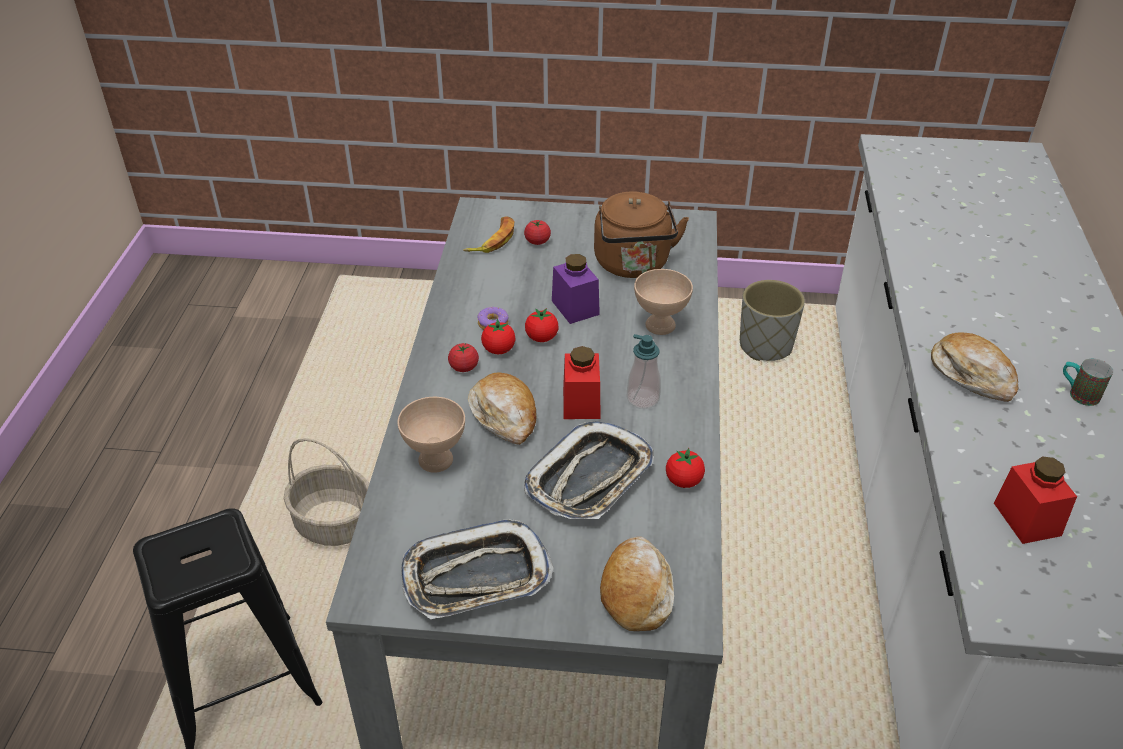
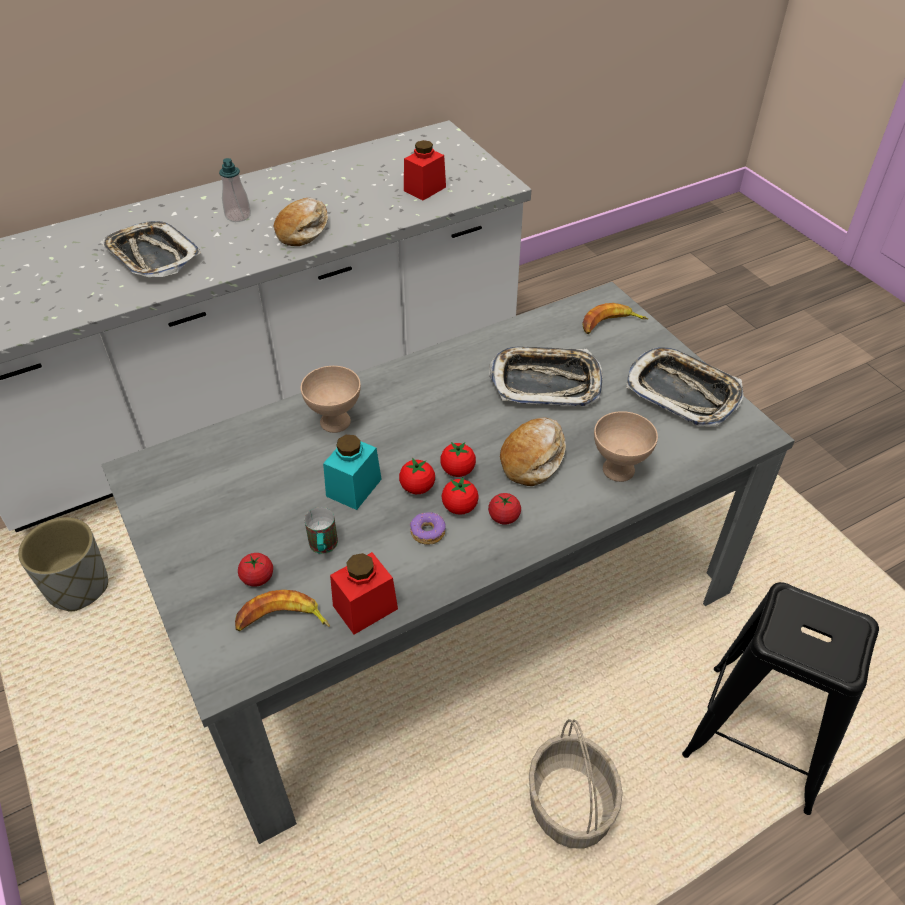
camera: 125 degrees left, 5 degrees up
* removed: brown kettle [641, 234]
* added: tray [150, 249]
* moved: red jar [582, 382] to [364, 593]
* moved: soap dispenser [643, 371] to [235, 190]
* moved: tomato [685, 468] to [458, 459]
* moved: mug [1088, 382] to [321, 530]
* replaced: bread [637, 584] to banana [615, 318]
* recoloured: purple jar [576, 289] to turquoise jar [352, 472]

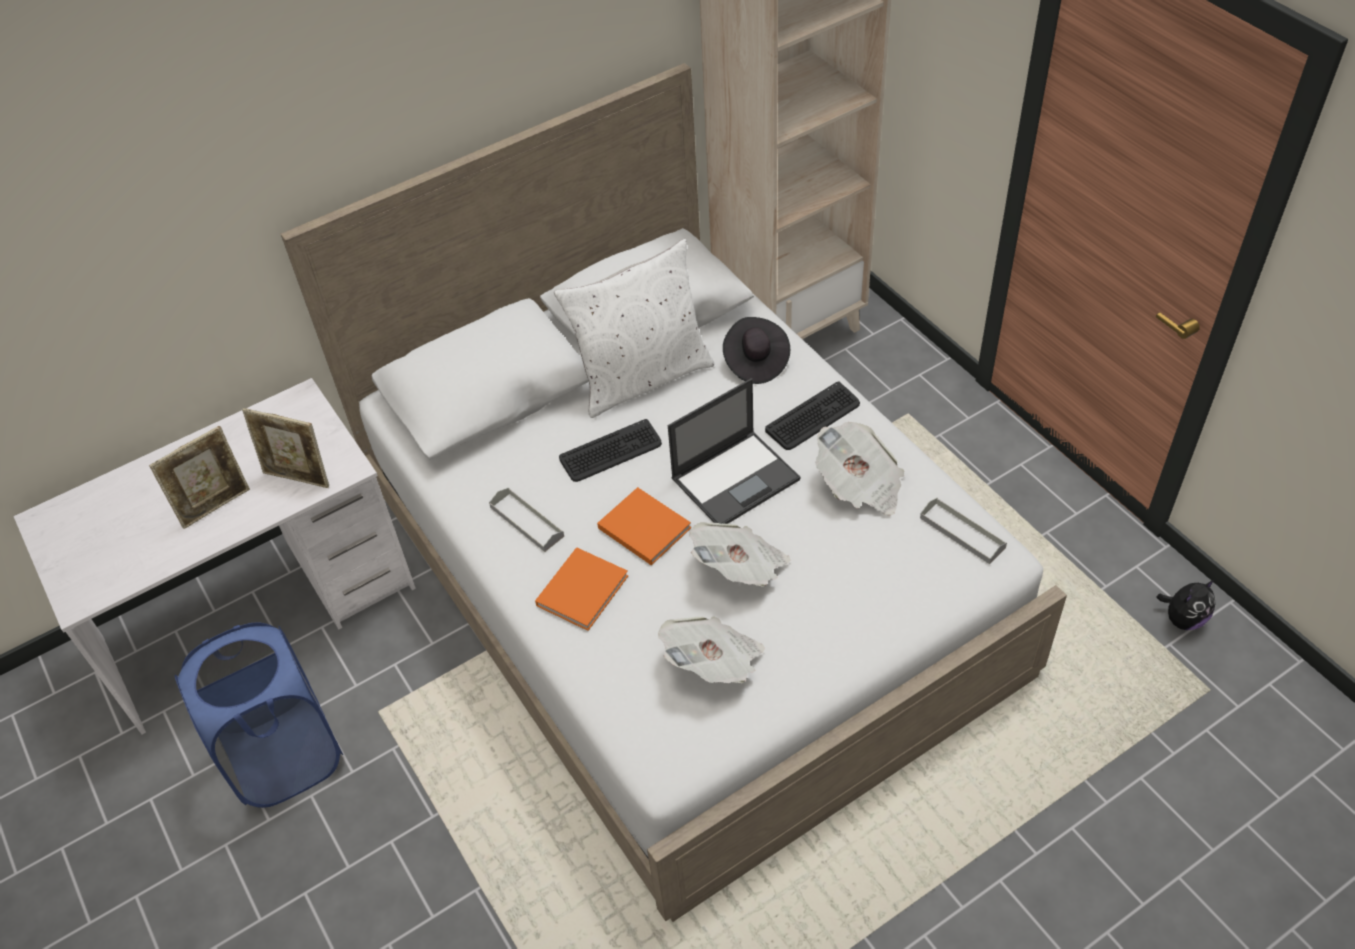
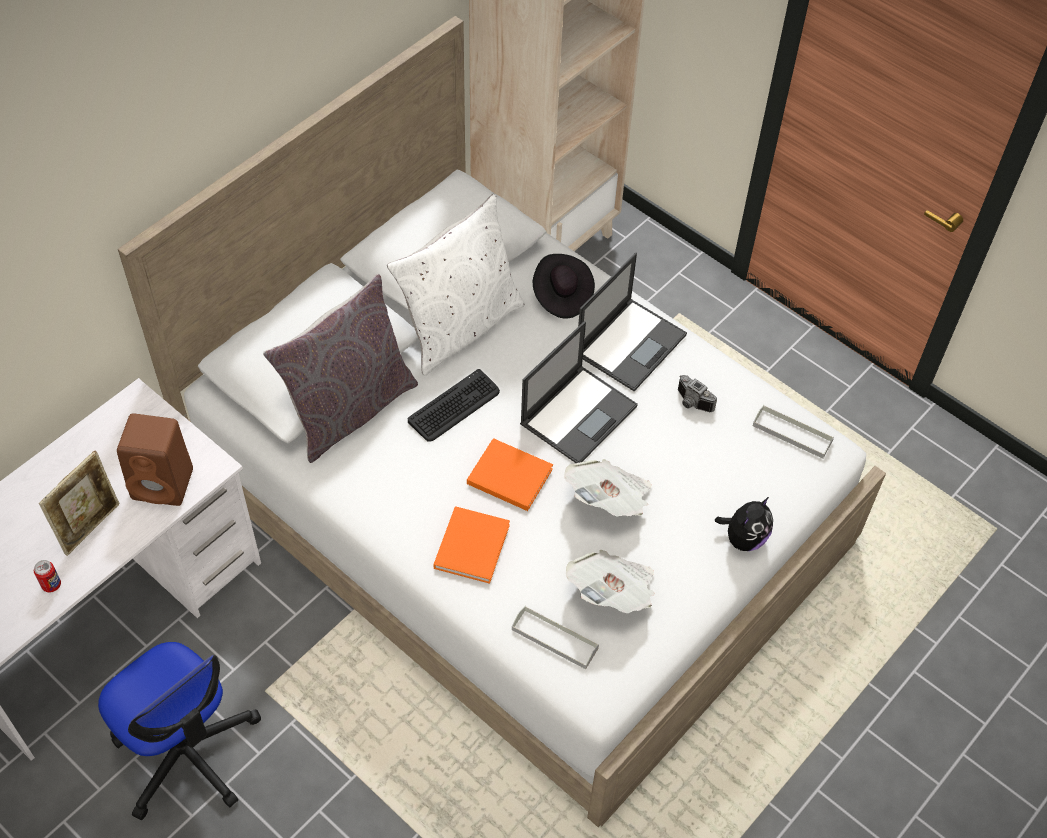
camera: 20 degrees left, 5 degrees up
* added: can [47, 576]
* added: grey pillow [340, 368]
* moved: grey tray [526, 520] to [555, 637]
* moved: plush toy [1186, 604] to [744, 524]
* replaced: blue laundry basket [259, 715] to office chair [179, 731]
* replaced: picture frame [285, 448] to brown speaker [155, 459]
* replaced: keyboard [812, 416] to laptop [632, 322]
* replaced: newspaper [860, 469] to photo camera [697, 393]

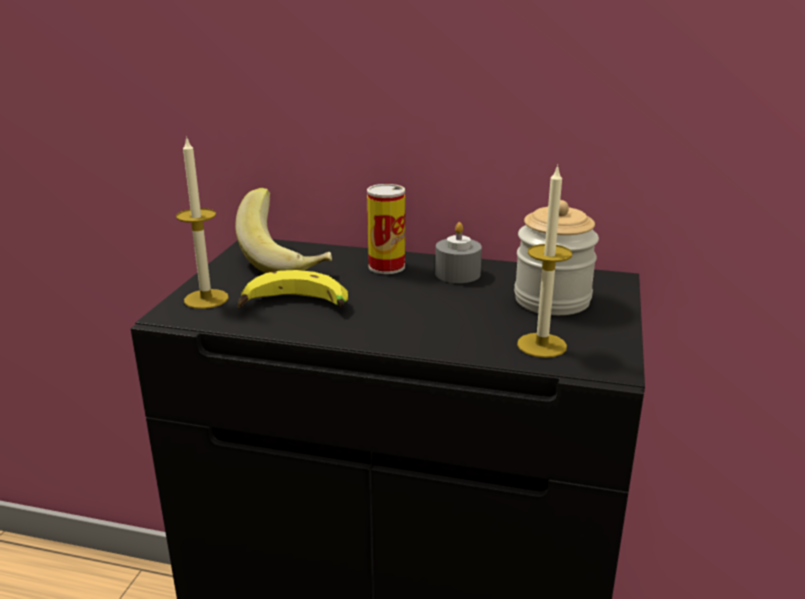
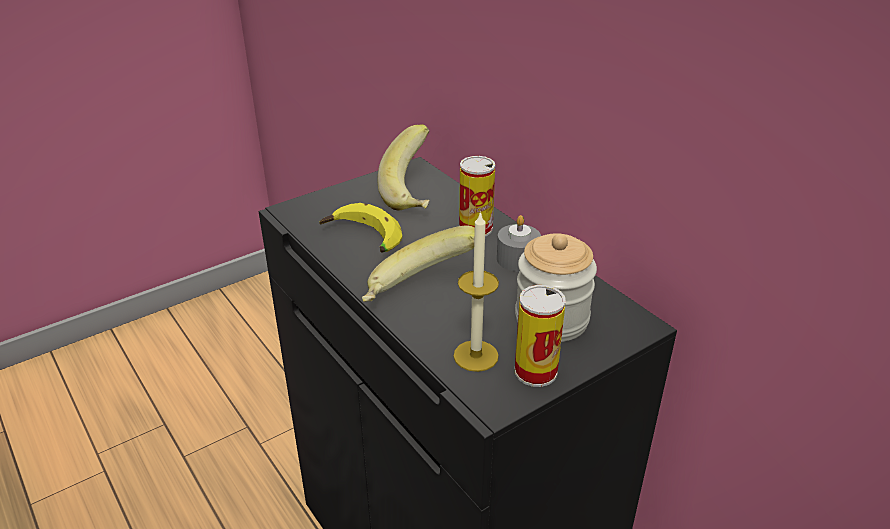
camera: 40 degrees right, 10 degrees up
* removed: candle [202, 222]
* added: banana [418, 264]
* added: can [540, 336]

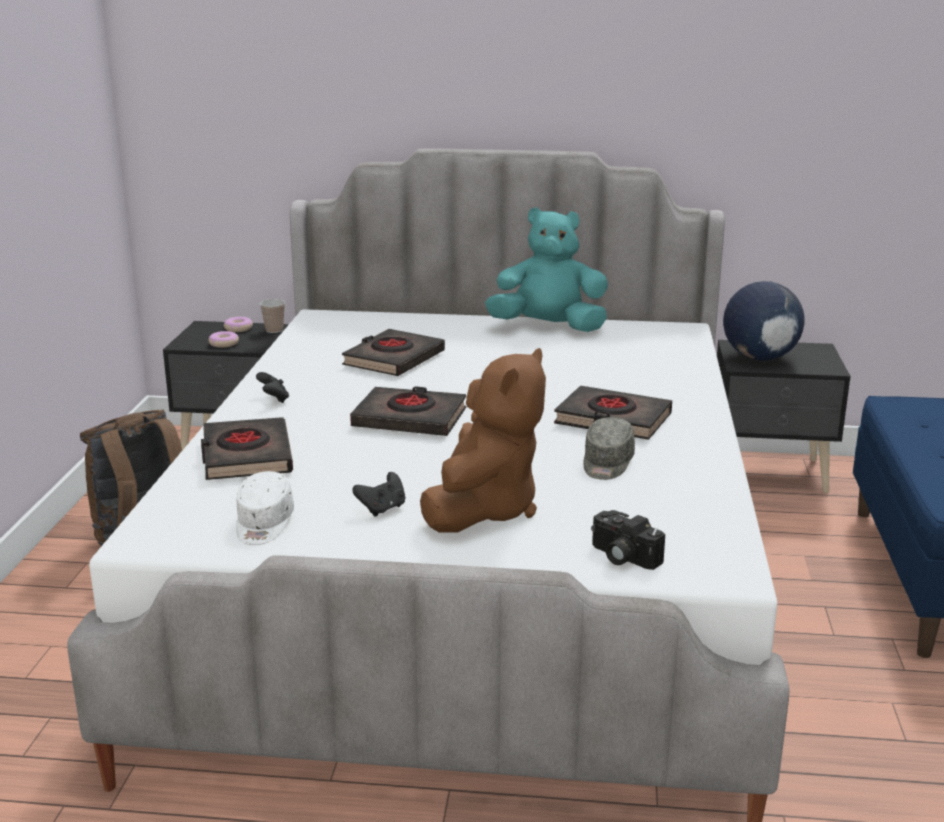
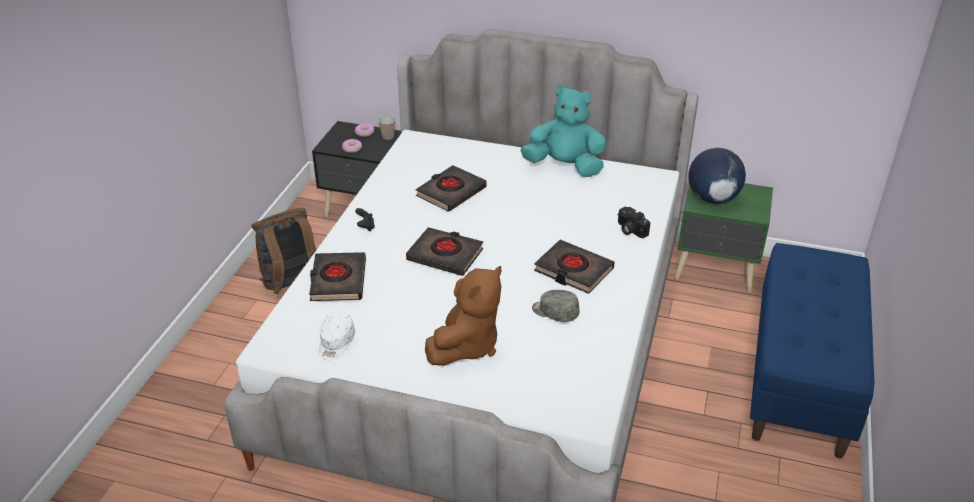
camera: 10 degrees right, 15 degrees up
* removed: black game controller [379, 494]
* moved: photo camera [628, 540] to [634, 222]
* recoloured: black nightstand [784, 416] to green nightstand [724, 238]
* turned: grey cap [609, 448] = [555, 306] 90 degrees clockwise

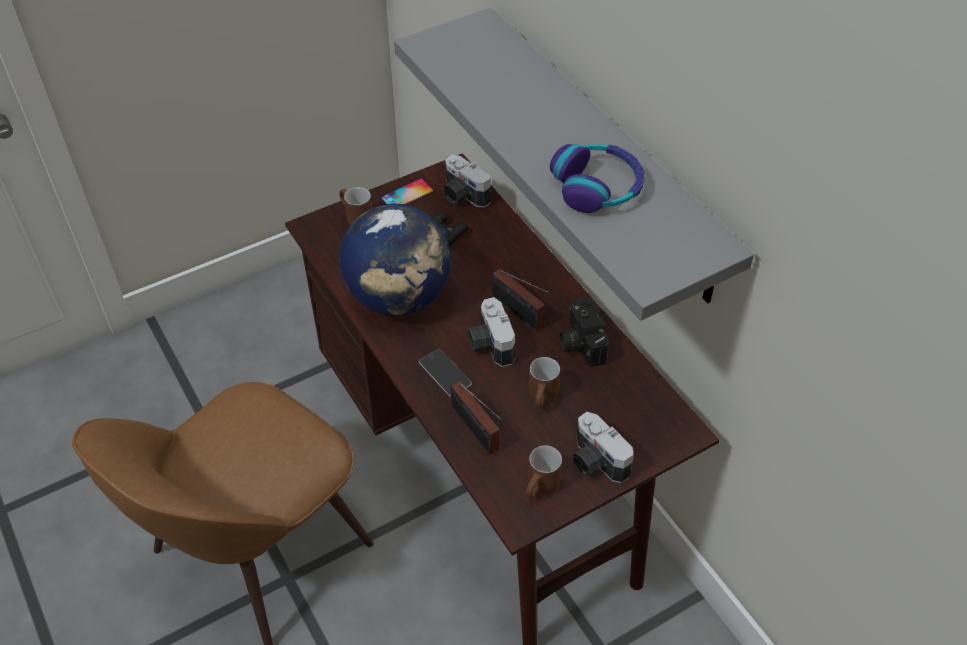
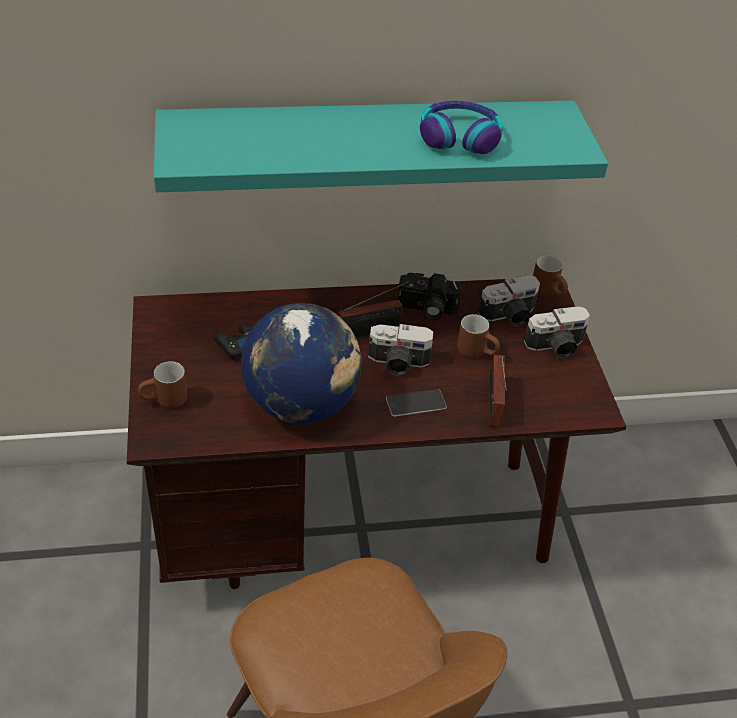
camera: 70 degrees left, 5 degrees down
* removed: phone [406, 192]
* moved: photo camera [467, 181] to [509, 301]
* moved: brown mug [544, 472] to [550, 275]
* recoloured: grey shelf [574, 164] to turquoise shelf [381, 146]
* turned: radio [476, 418] = [498, 391] 105 degrees clockwise

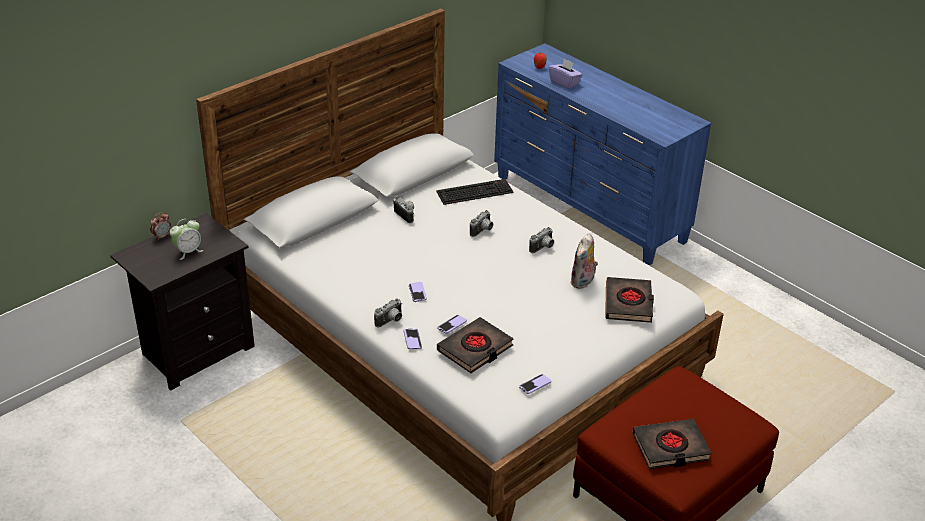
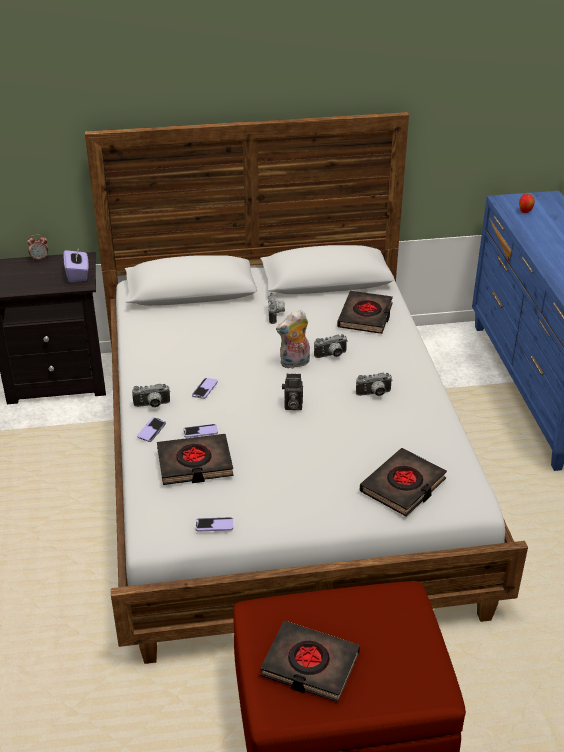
camera: 35 degrees right, 0 degrees up
* removed: alarm clock [186, 239]
* added: photo camera [292, 392]
* moved: purple tissue box [566, 74] to [76, 266]
* moved: plush toy [584, 261] to [293, 339]
* replaced: keyboard [474, 192] to black book [365, 312]

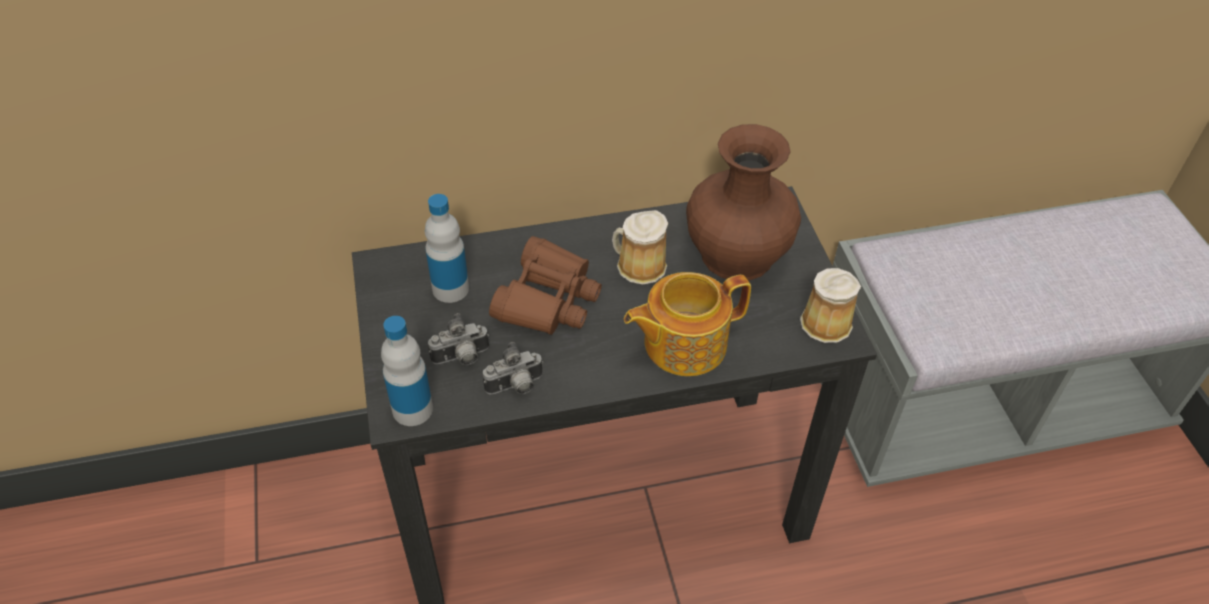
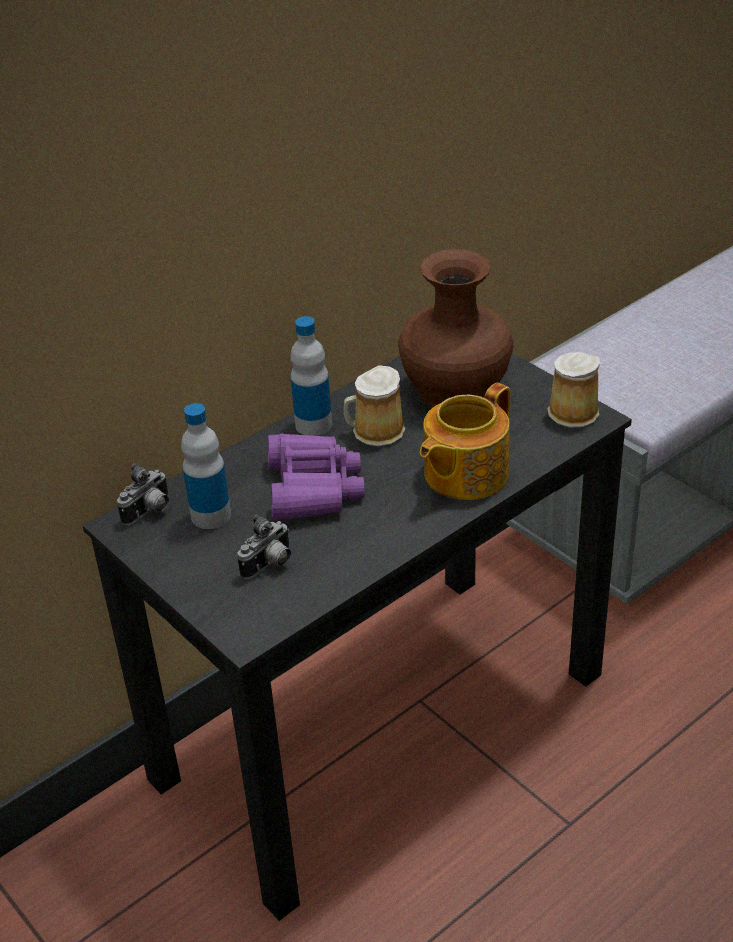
camera: 25 degrees left, 10 degrees down
* moved: bottle [407, 371] to [311, 376]
* moved: photo camera [513, 368] to [143, 494]
* recoloured: brown binoculars [545, 285] to purple binoculars [316, 476]

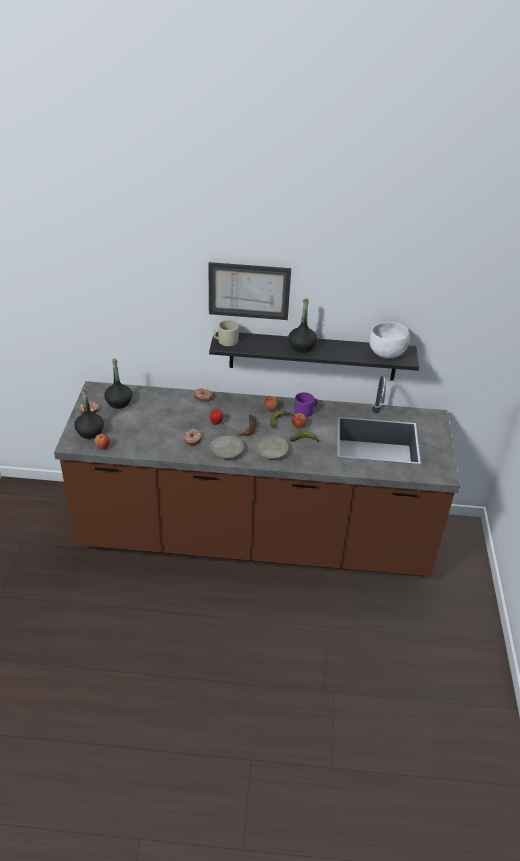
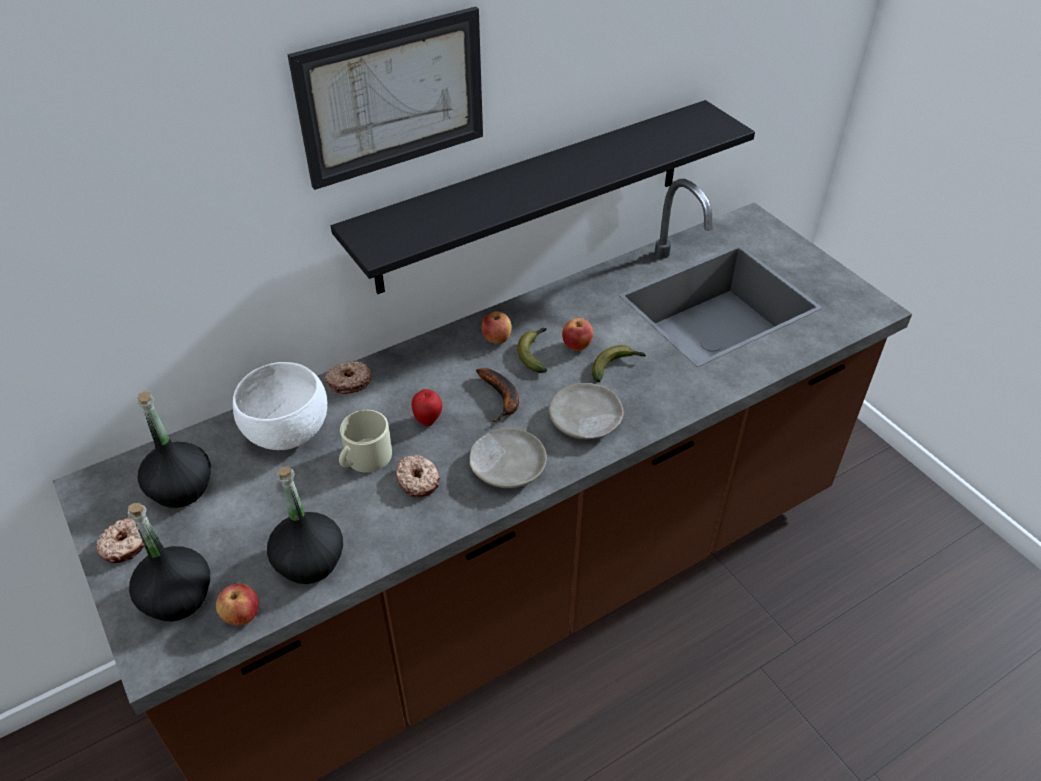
camera: 35 degrees left, 5 degrees up
* removed: purple mug [306, 404]
* moved: beige mug [226, 333] to [365, 441]
* moved: black bottle [302, 325] to [305, 525]
* moved: white bowl [389, 340] to [280, 406]

